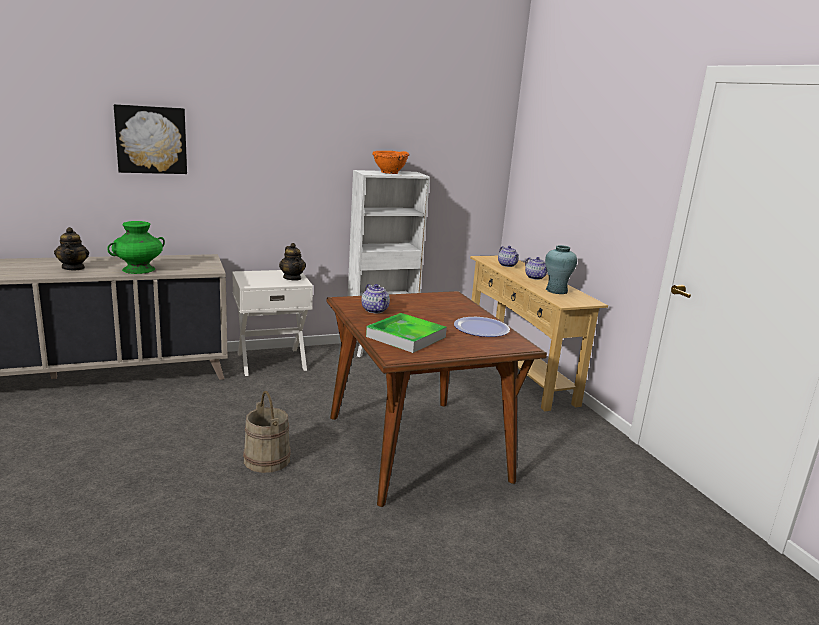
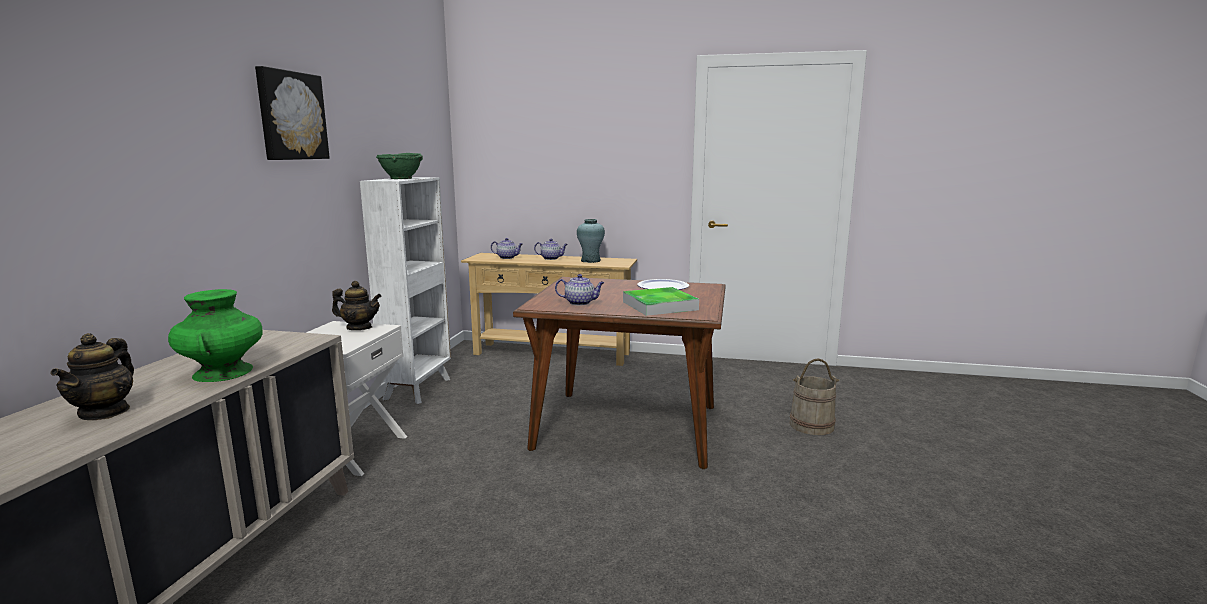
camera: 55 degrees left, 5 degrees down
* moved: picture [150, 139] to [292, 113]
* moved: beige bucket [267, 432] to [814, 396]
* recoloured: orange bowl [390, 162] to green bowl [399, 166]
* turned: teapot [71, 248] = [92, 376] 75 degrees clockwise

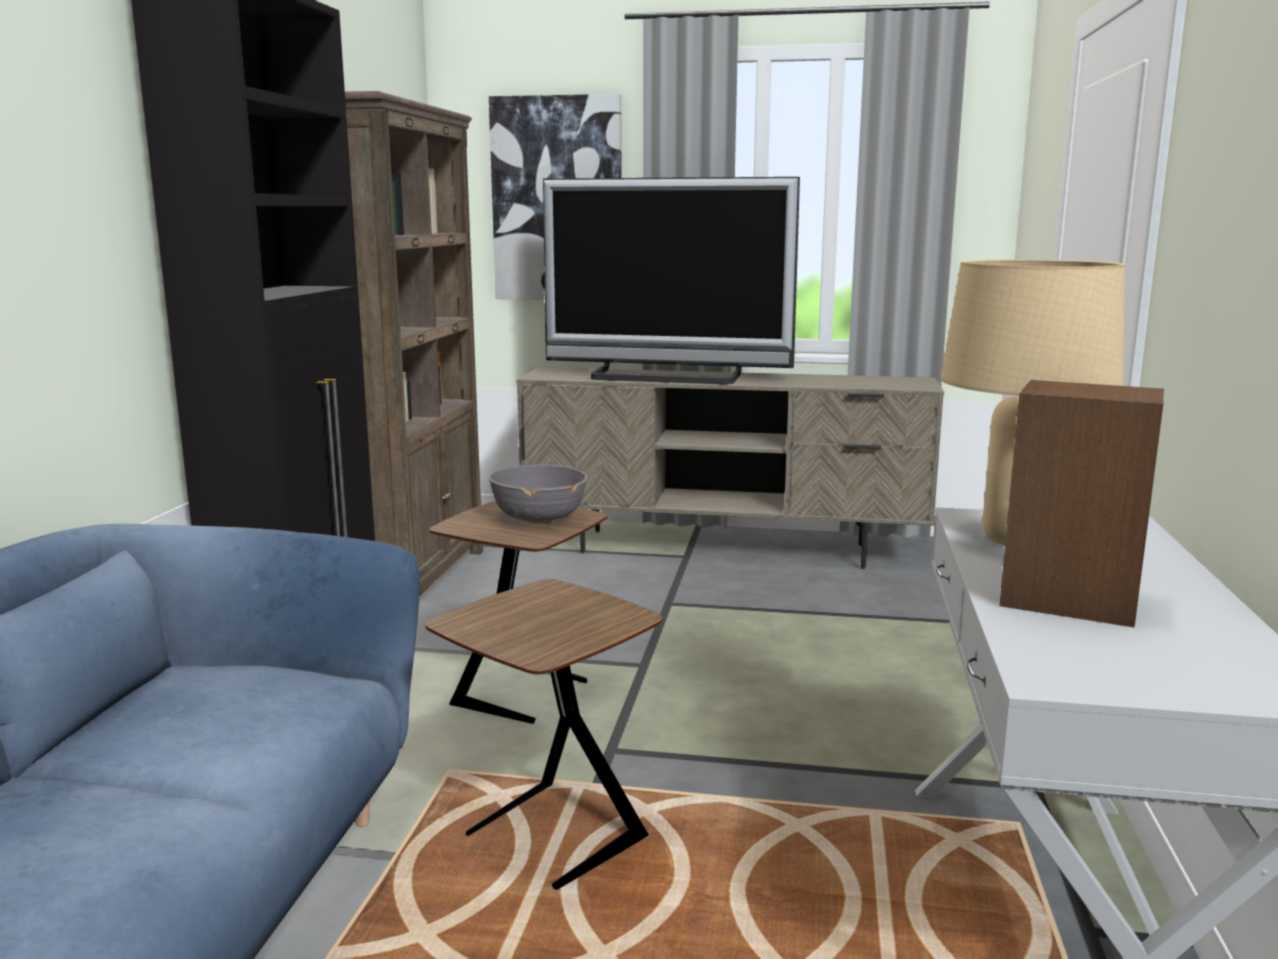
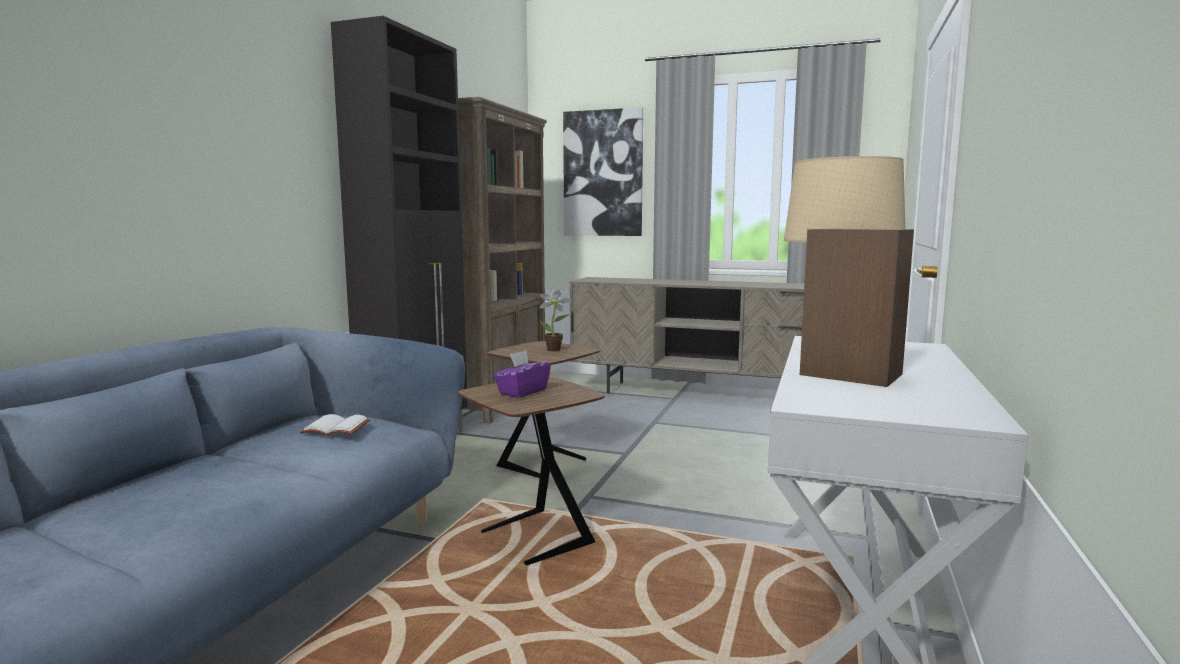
camera: 10 degrees right, 5 degrees down
* removed: television [671, 280]
* added: white book [335, 424]
* added: purple tissue box [522, 374]
* replaced: grey bowl [538, 494] to potted plant [556, 320]

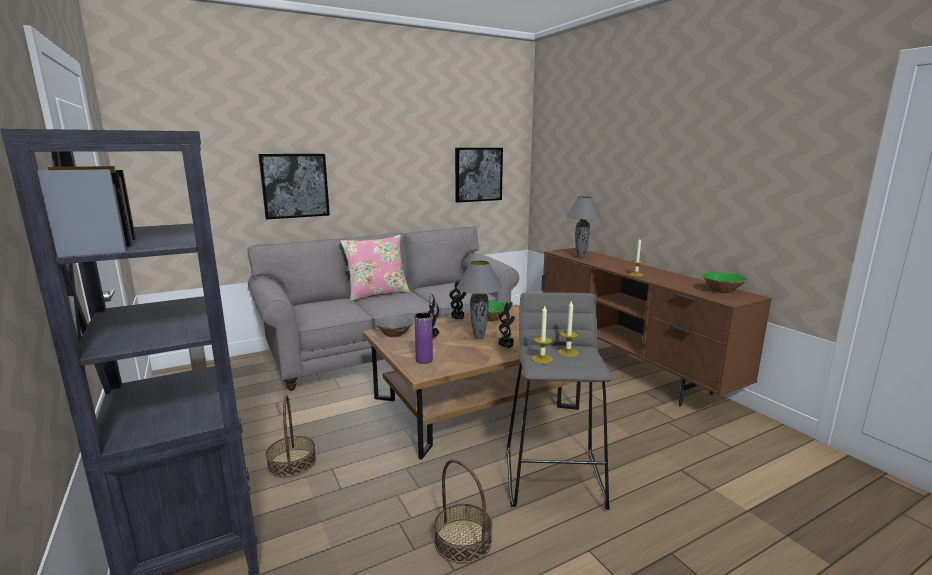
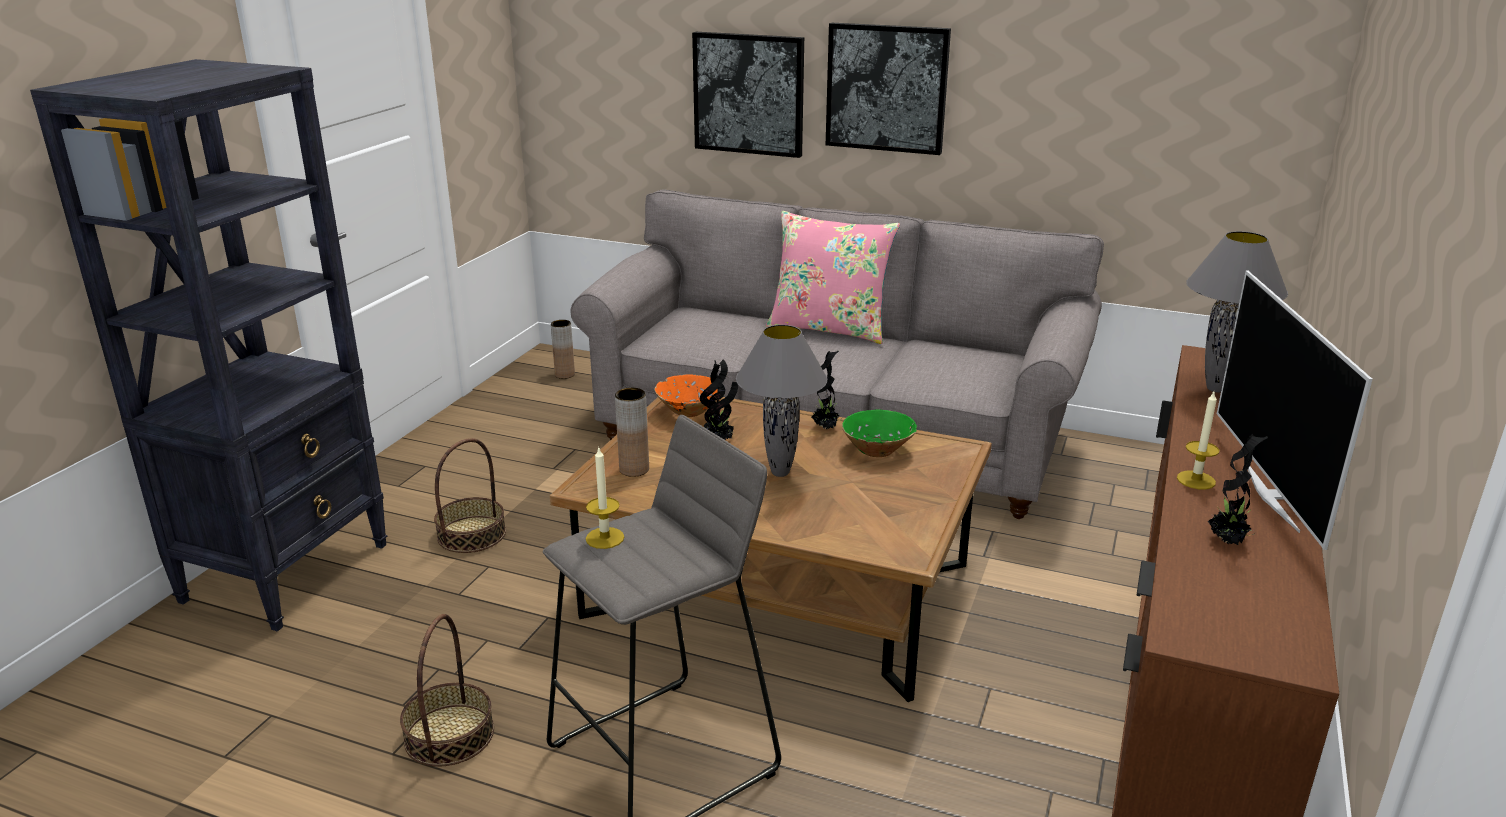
camera: 50 degrees right, 10 degrees up
* removed: candle [568, 328]
* removed: green bowl [725, 282]
* added: television [1295, 410]
* moved: picture [479, 175] to [888, 89]
* moved: potted plant [506, 325] to [1238, 489]
* recoloured: grey bowl [394, 326] to orange bowl [686, 395]
* recoloured: purple vase [423, 338] to brown vase [632, 432]

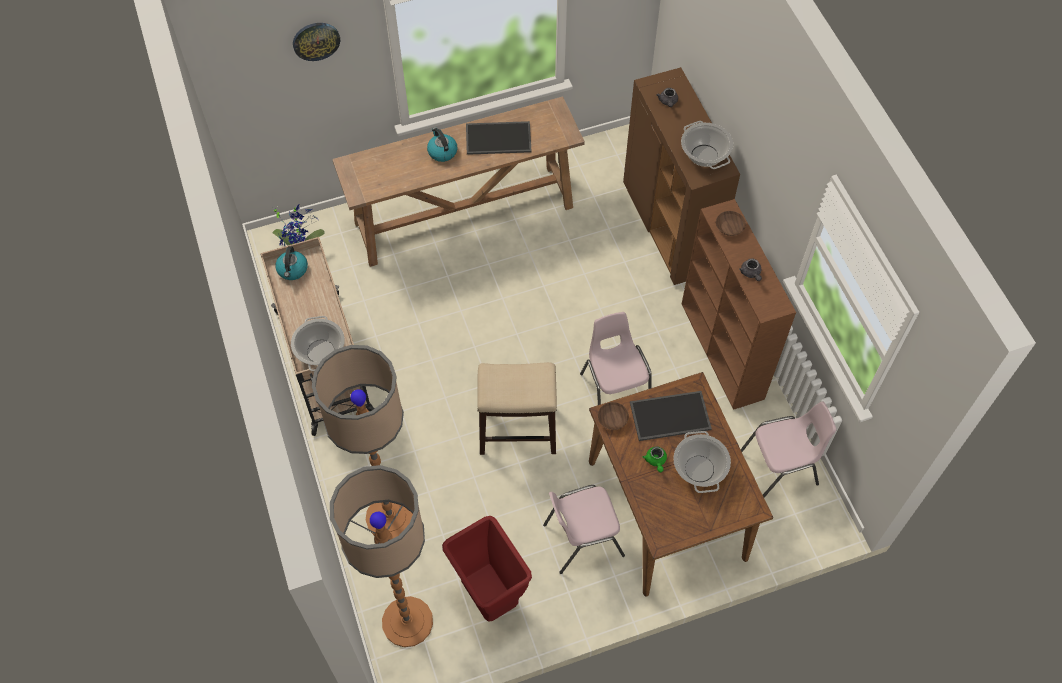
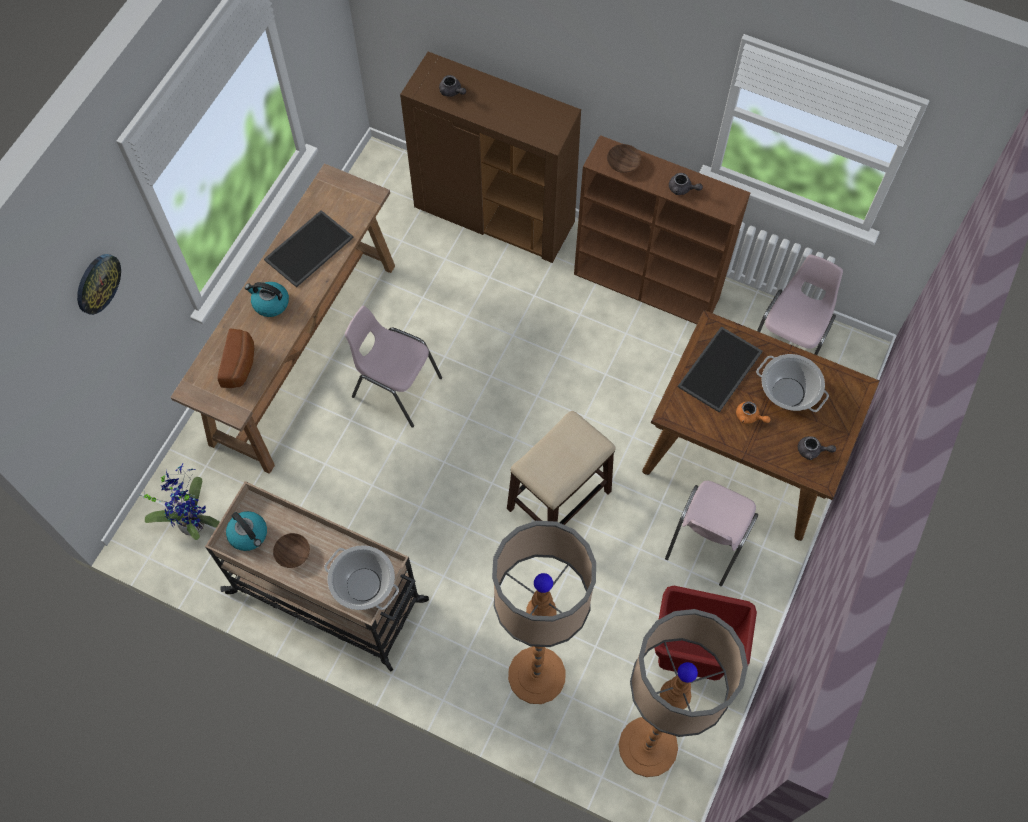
camera: 45 degrees left, 5 degrees up
* removed: cooking pot [707, 145]
* added: bread [235, 358]
* added: grey teapot [817, 448]
* moved: pink chair [616, 358] to [393, 367]
* moved: brown bowl [613, 416] to [291, 550]
* recoloured: green teapot [655, 459] to orange teapot [753, 412]

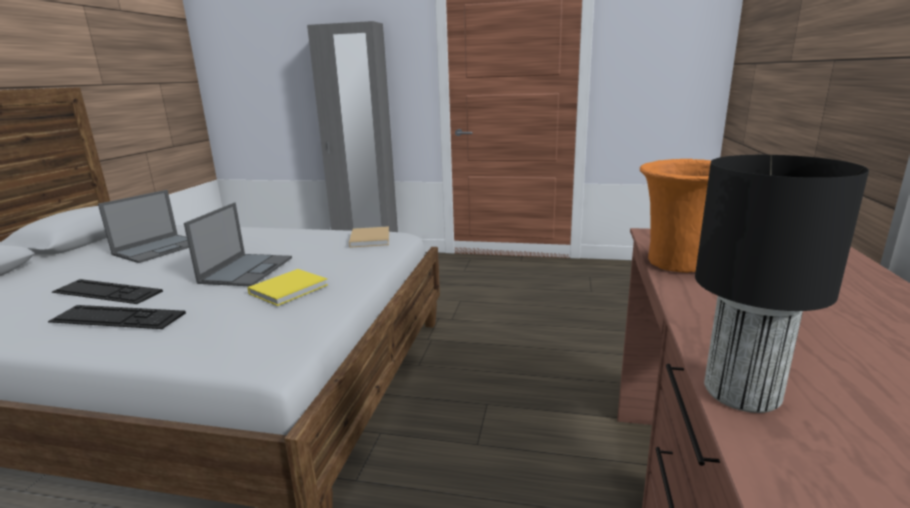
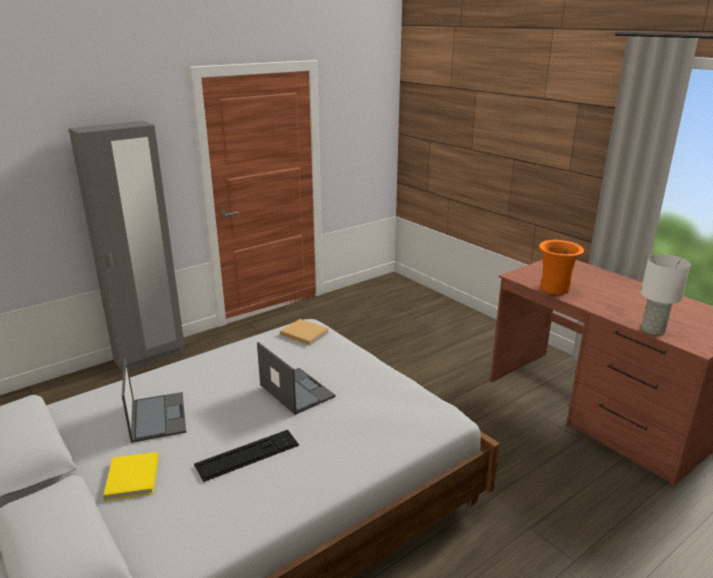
camera: 50 degrees left, 5 degrees up
* removed: keyboard [117, 317]
* moved: yellow book [287, 287] to [131, 476]
* recoloured: black table lamp [782, 284] to white table lamp [666, 294]

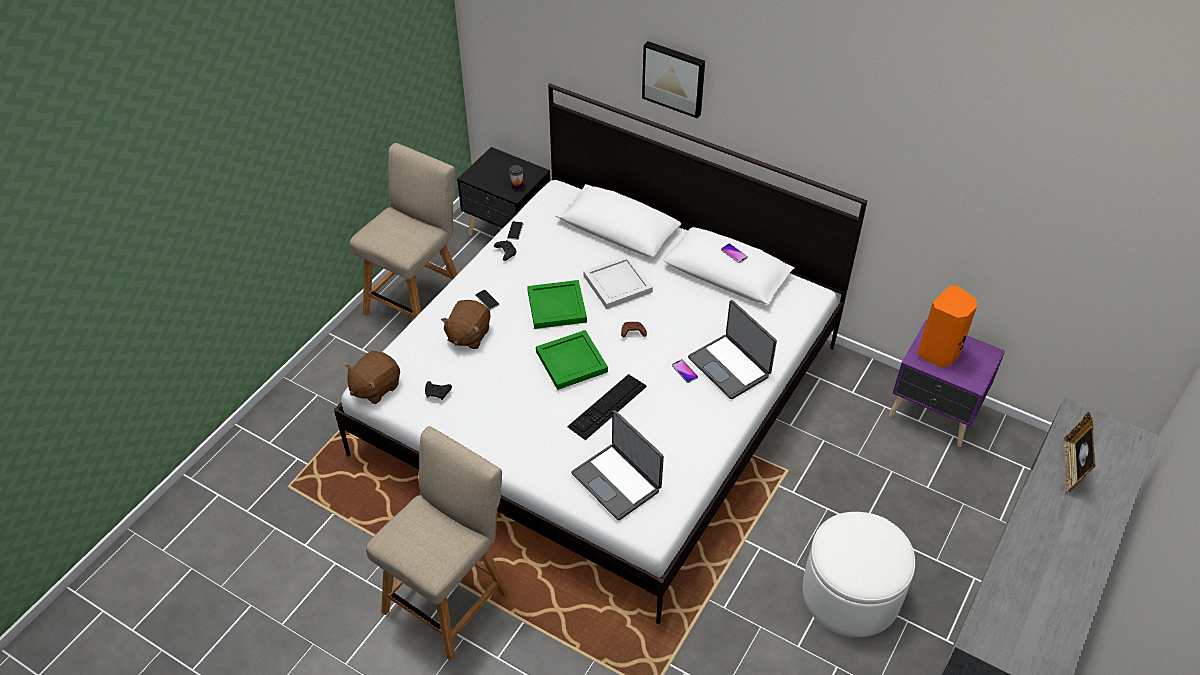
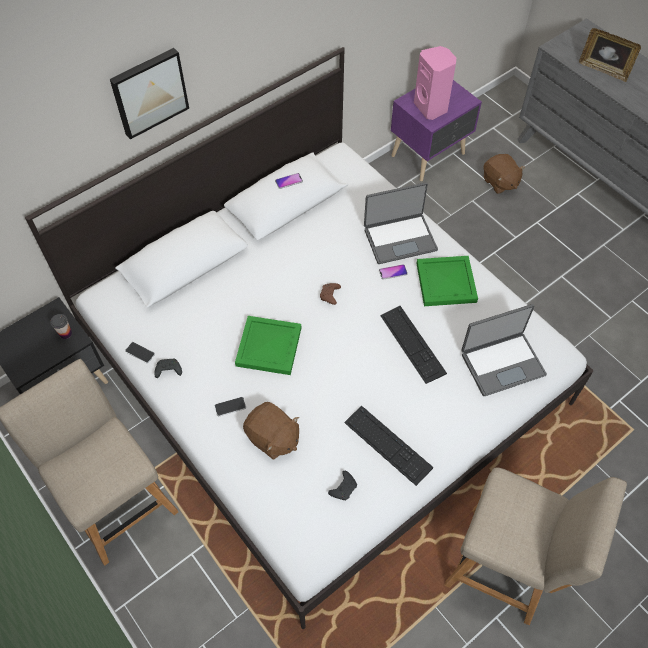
camera: 70 degrees left, 10 degrees up
* removed: white tray [618, 282]
* removed: white ottoman [858, 574]
* added: keyboard [389, 445]
* moved: brown plush toy [372, 377] to [504, 174]
* moved: green tray [572, 360] to [447, 281]
* recoloured: orange speaker [947, 326] to pink speaker [435, 83]
* turned: beige chair [437, 543] = [536, 546] 150 degrees clockwise

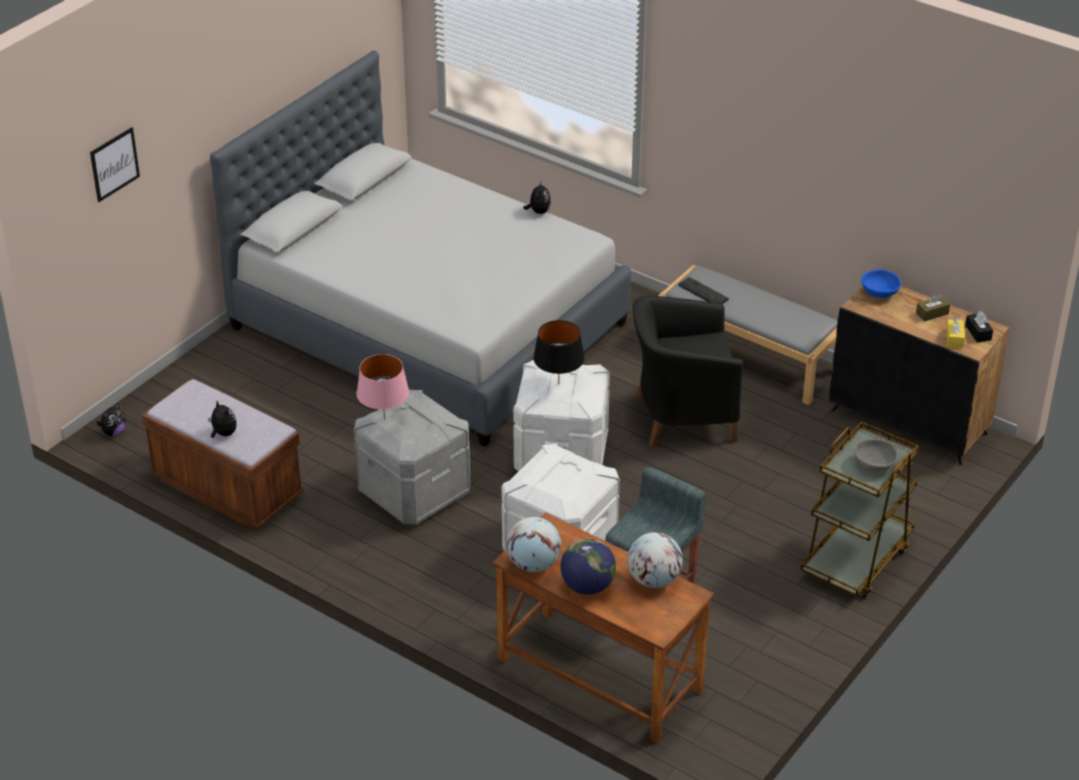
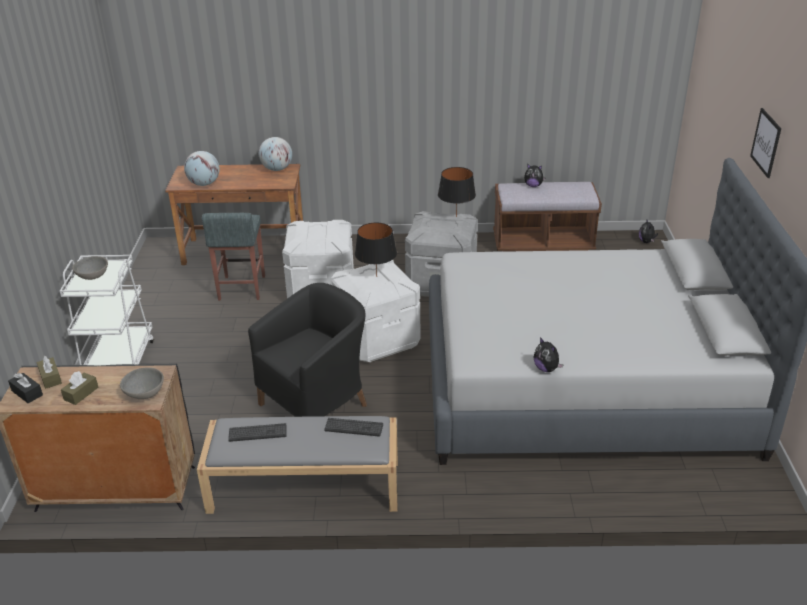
camera: 145 degrees right, 5 degrees down
* removed: globe [588, 567]
* added: keyboard [257, 432]
* moved: picture [115, 164] to [765, 143]
* recoloured: pink table lamp [383, 387] to black table lamp [457, 192]
* recoloured: brown cart [859, 510] to white cart [107, 310]
* recoloured: blue bowl [881, 283] to grey bowl [142, 383]
* recoloured: yellow tissue box [955, 332] to brown tissue box [49, 372]

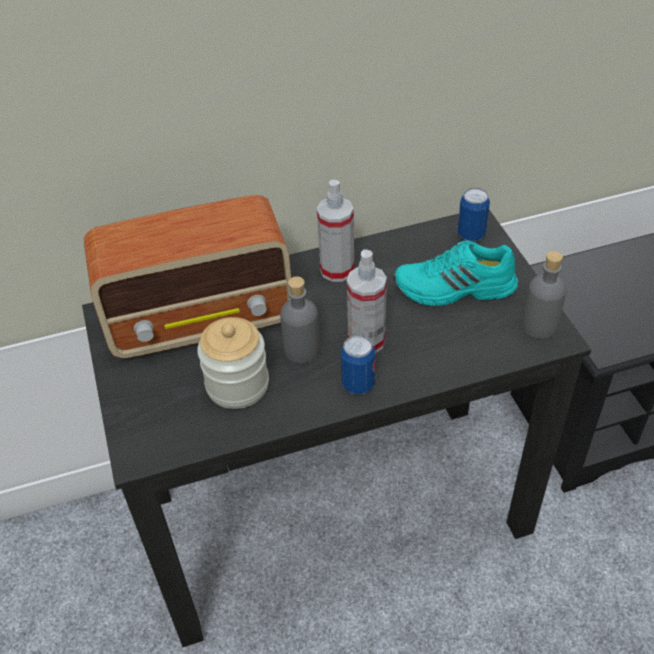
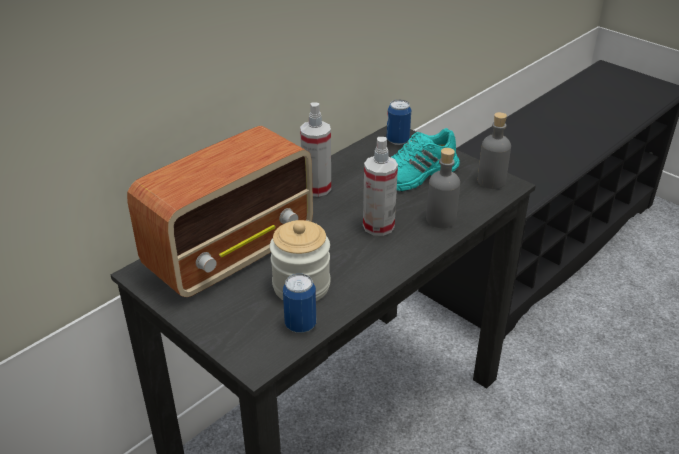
camera: 30 degrees left, 10 degrees down
* moved: grey bottle [300, 319] to [443, 188]
* moved: can [358, 365] to [299, 303]

